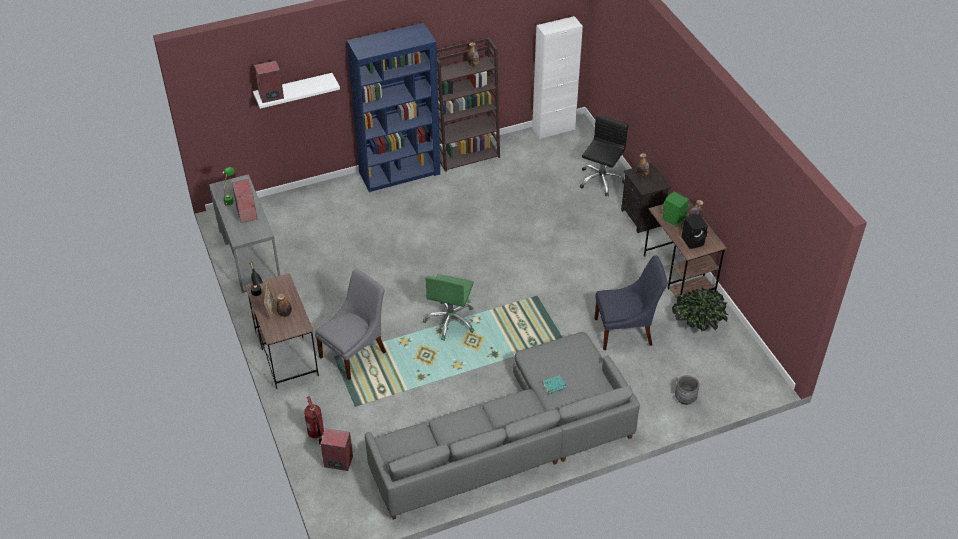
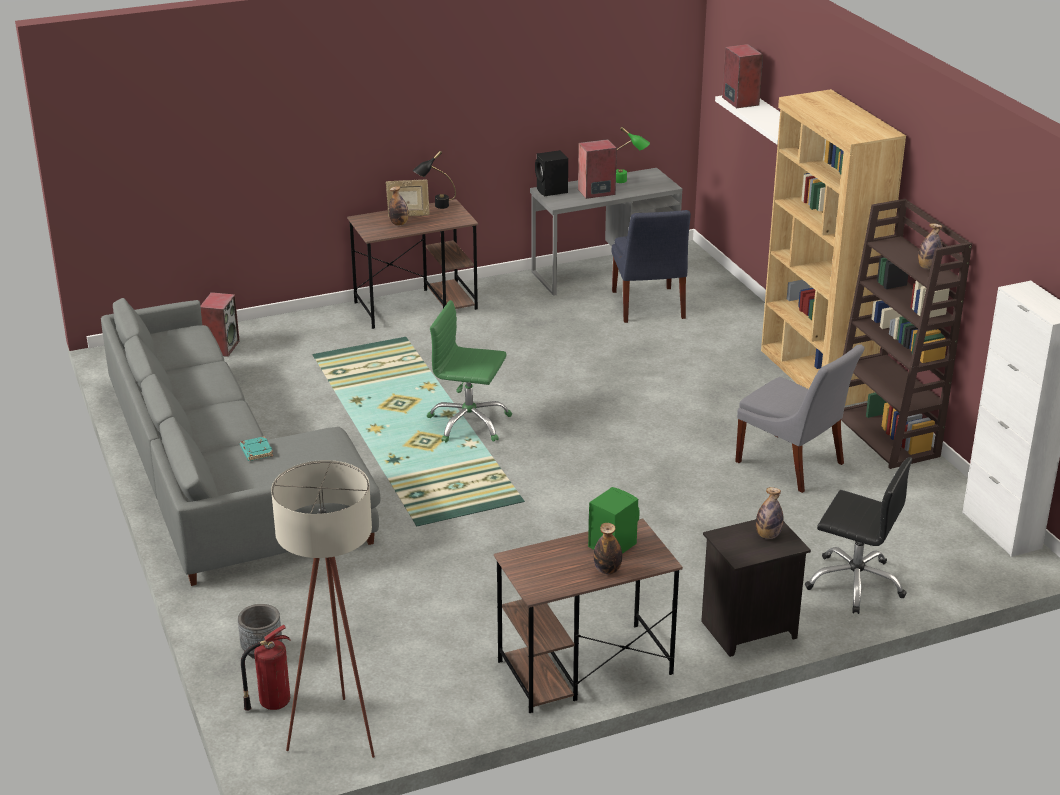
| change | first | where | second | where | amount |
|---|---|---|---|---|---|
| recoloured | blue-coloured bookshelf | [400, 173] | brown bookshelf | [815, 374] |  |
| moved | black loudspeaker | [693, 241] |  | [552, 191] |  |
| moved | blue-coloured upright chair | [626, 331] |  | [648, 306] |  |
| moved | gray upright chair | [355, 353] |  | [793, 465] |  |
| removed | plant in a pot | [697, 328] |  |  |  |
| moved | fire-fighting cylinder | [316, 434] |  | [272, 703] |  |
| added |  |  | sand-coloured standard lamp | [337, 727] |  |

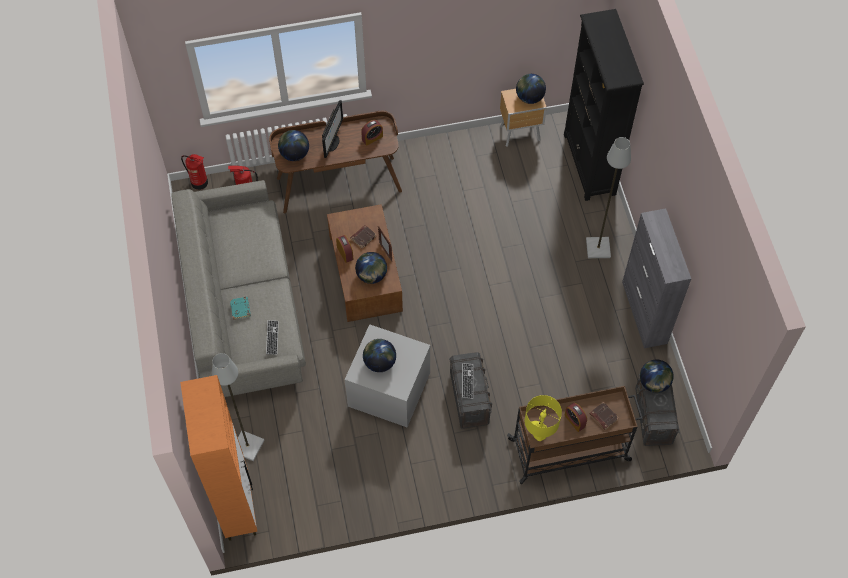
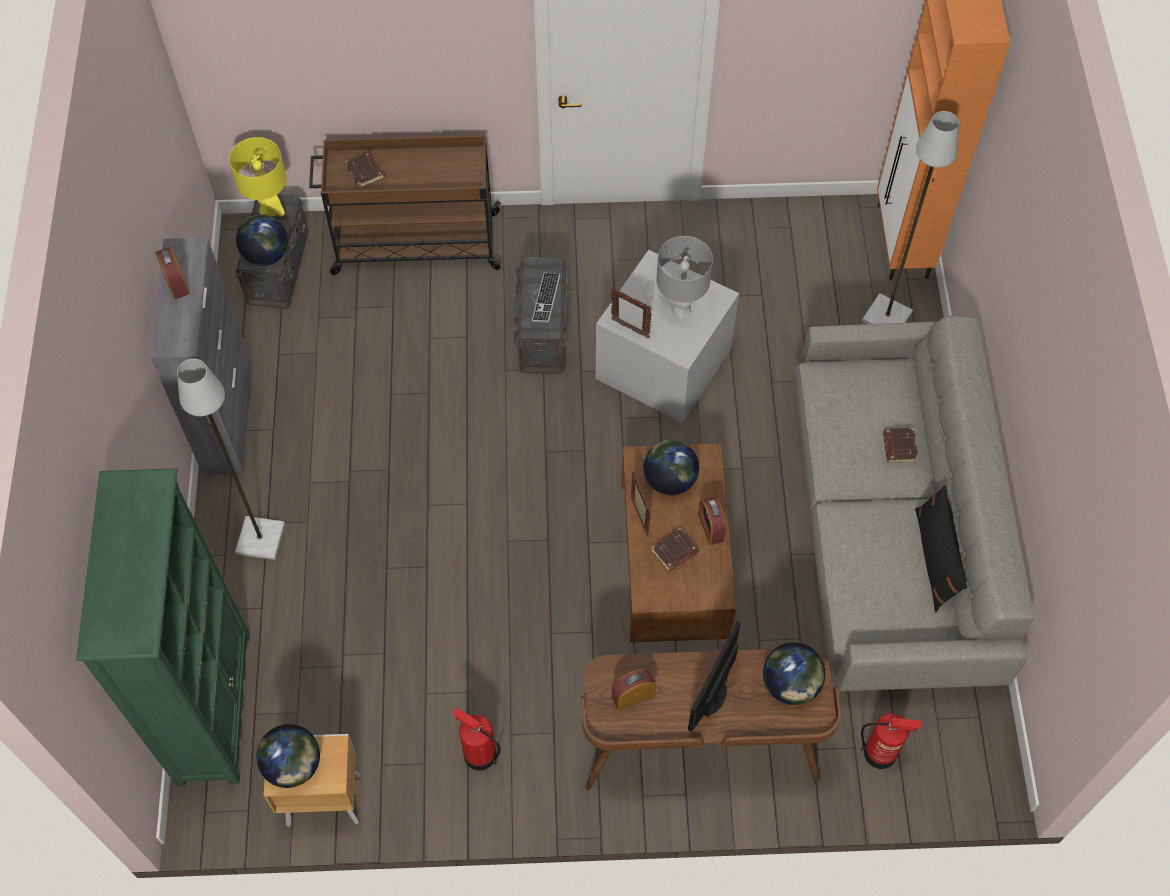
| change | first | where | second | where | amount |
|---|---|---|---|---|---|
| recoloured | black bookshelf | [589, 165] | green bookshelf | [214, 706] |  |
| moved | fire-fighting cylinder | [199, 182] |  | [479, 754] |  |
| recoloured | blue-green bound book | [241, 309] | brown bound book | [898, 446] |  |
| removed | keyboard | [272, 338] |  |  |  |
| replaced | world globe | [379, 362] | gray table lamp | [680, 309] |  |
| moved | yellowish table lamp | [539, 434] |  | [269, 209] |  |
| moved | alarm clock | [574, 421] |  | [176, 282] |  |
| added |  |  | standing frame | [630, 328] |  |
| added |  |  | black cushion | [935, 559] |  |

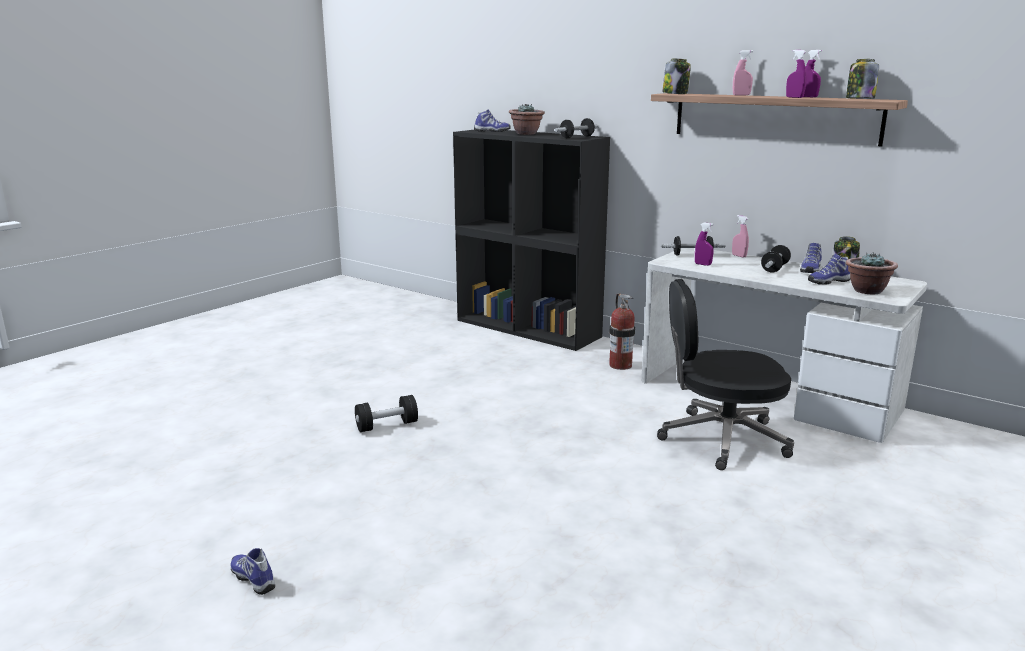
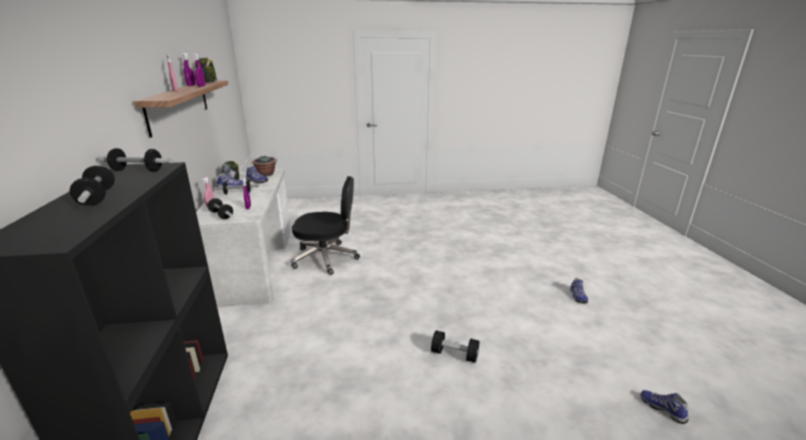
| change | first | where | second | where | amount |
|---|---|---|---|---|---|
| removed | preserve jar | [675, 93] |  |  |  |
| replaced | plant in a pot | [526, 133] | free weight | [97, 197] |  |
| moved | shoe | [492, 131] |  | [663, 409] |  |
| turned | black office chair | [720, 439] |  | [326, 258] | 45 degrees counterclockwise |
| removed | fire-fighting cylinder | [620, 365] |  |  |  |

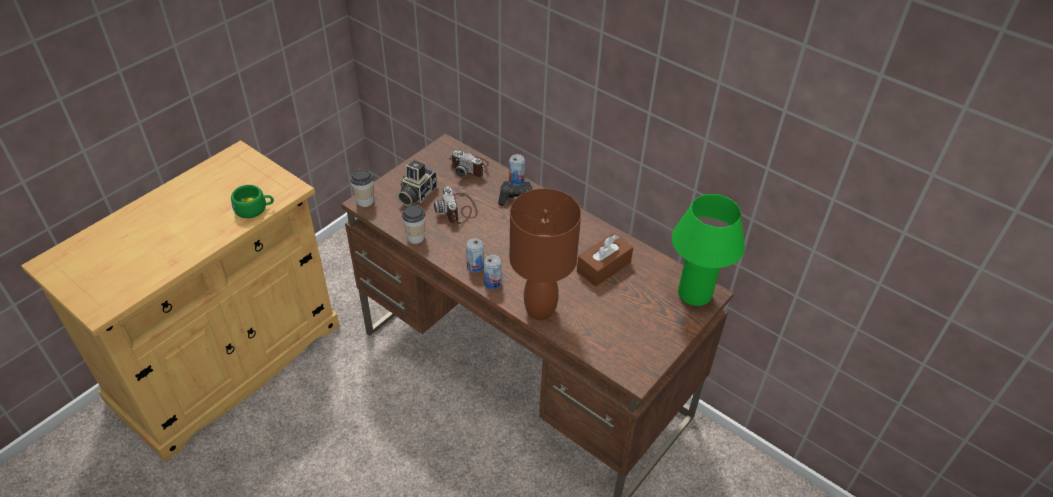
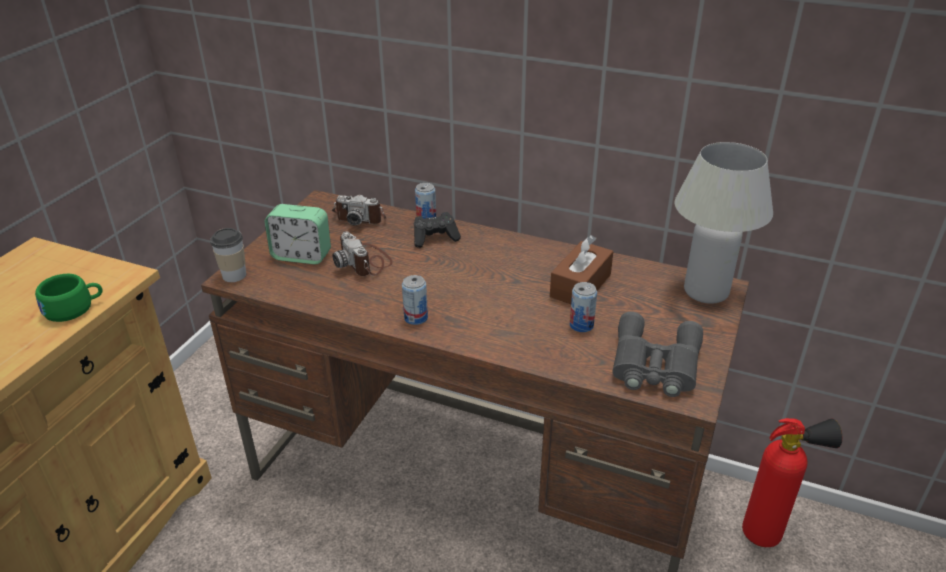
| change | first | where | second | where | amount |
|---|---|---|---|---|---|
| replaced | still camera | [416, 194] | alarm clock | [301, 256] |  |
| removed | brown table lamp | [540, 311] |  |  |  |
| recoloured | green table lamp | [694, 294] | white-coloured table lamp | [706, 292] |  |
| removed | small cup | [415, 237] |  |  |  |
| moved | sealed can | [492, 283] |  | [581, 325] |  |
| added |  |  | gray binoculars | [654, 365] |  |
| added |  |  | fire-fighting cylinder | [769, 534] |  |

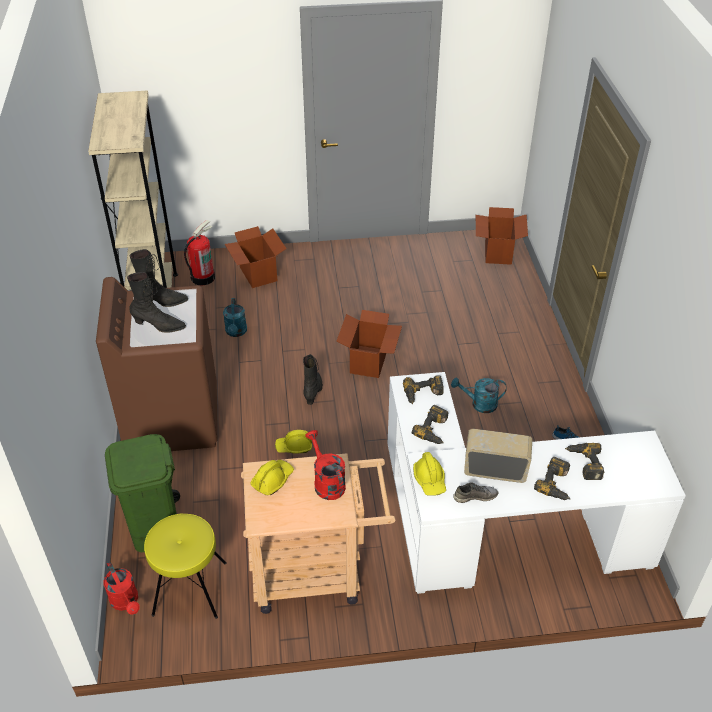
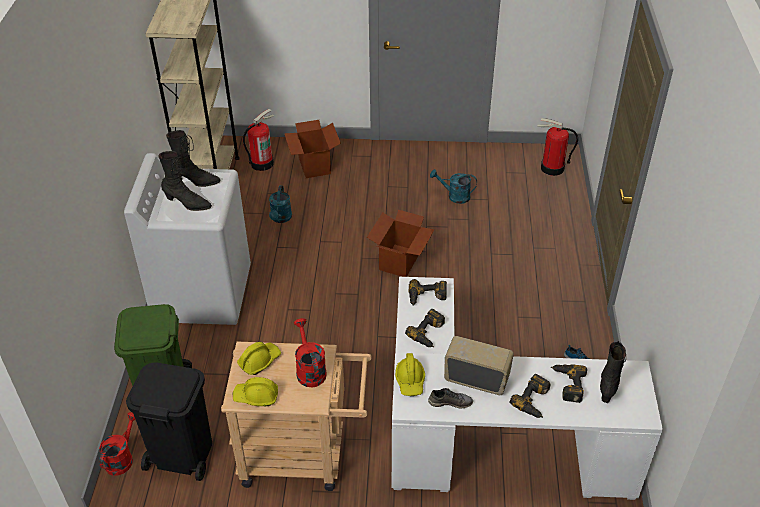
| change | first | where | second | where | amount |
|---|---|---|---|---|---|
| replaced | packing box | [497, 253] | fire-fighting cylinder | [552, 168] |  |
| recoloured | brown laundry machine | [172, 418] | white-coloured laundry machine | [203, 293] |  |
| moved | black boot | [314, 392] |  | [609, 384] |  |
| moved | blue-green watering pot | [479, 404] |  | [454, 196] |  |
| moved | yellowish safety helmet | [294, 447] |  | [256, 396] |  |
| replaced | yellowish stool seat | [189, 589] | black waste bin | [181, 454] |  |
| turned | reddish watering pot | [126, 602] |  | [122, 458] | 135 degrees counterclockwise |

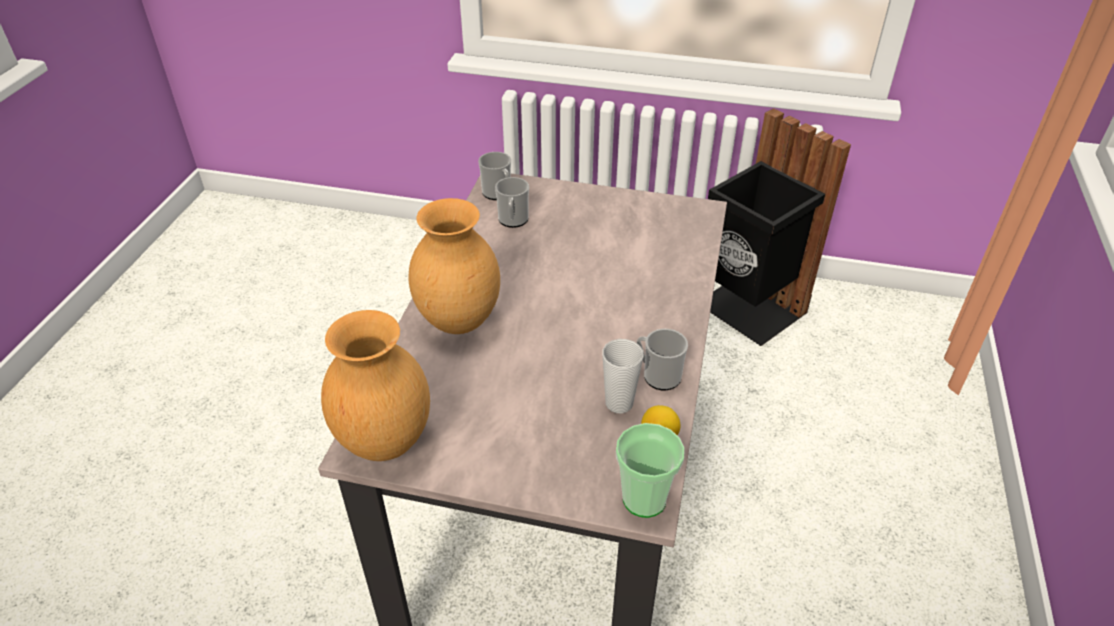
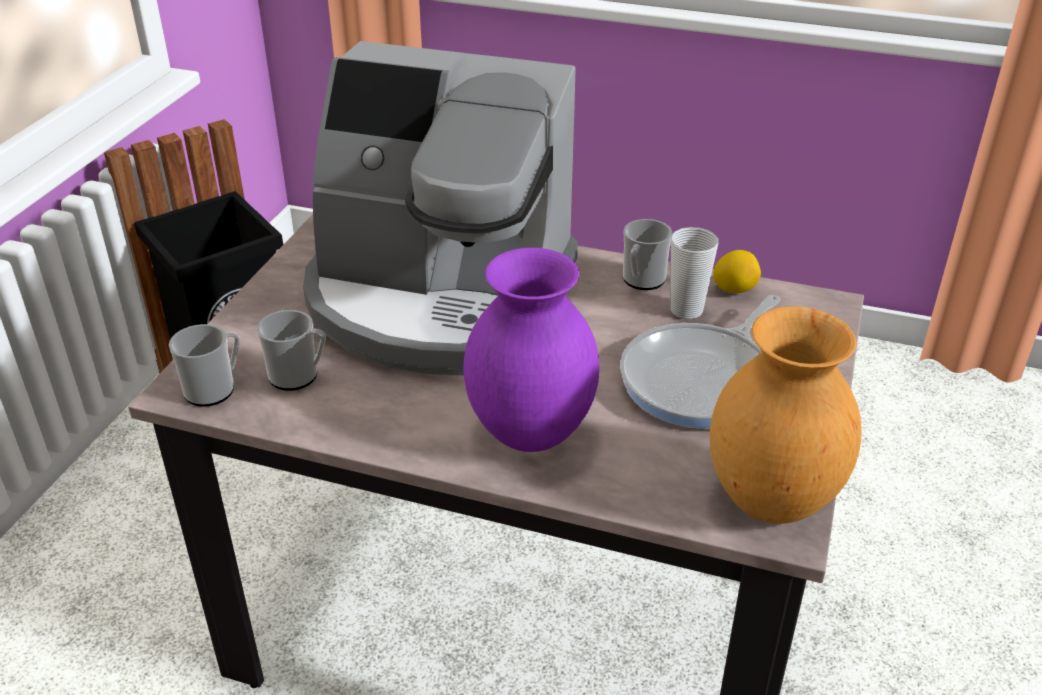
| change | first | where | second | where | amount |
|---|---|---|---|---|---|
| recoloured | brown flower vase | [460, 322] | purple-coloured flower vase | [532, 432] |  |
| removed | small cup | [644, 499] |  |  |  |
| added |  |  | coffee machine | [439, 299] |  |
| added |  |  | frying pan | [702, 380] |  |

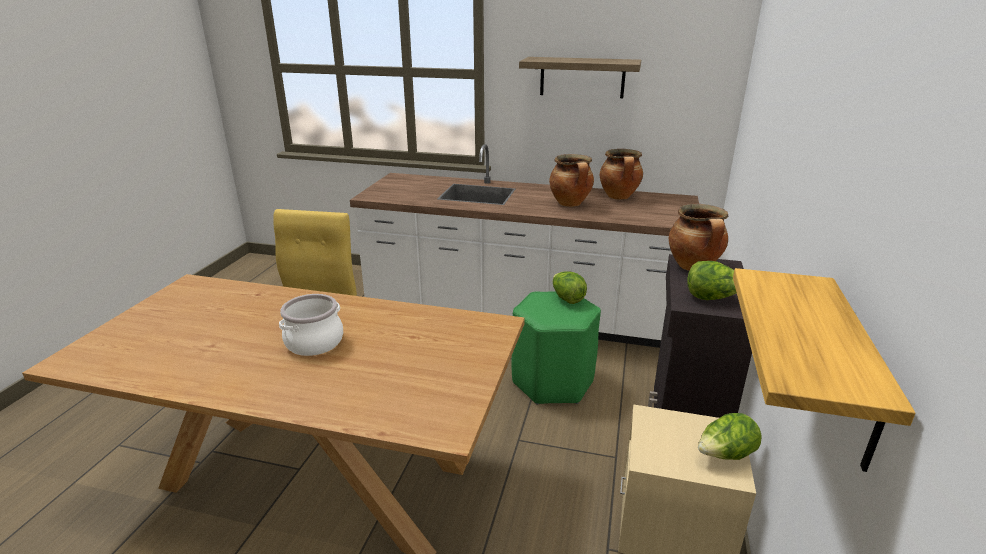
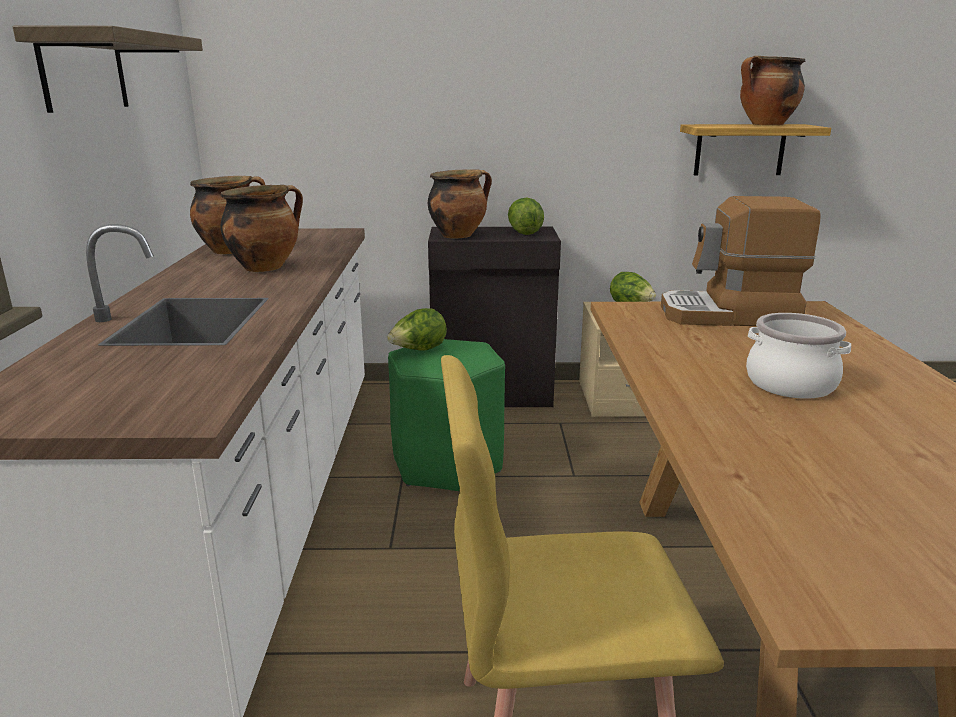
| change | first | where | second | where | amount |
|---|---|---|---|---|---|
| added |  |  | saucepot | [766, 125] |  |
| added |  |  | coffee machine | [729, 315] |  |

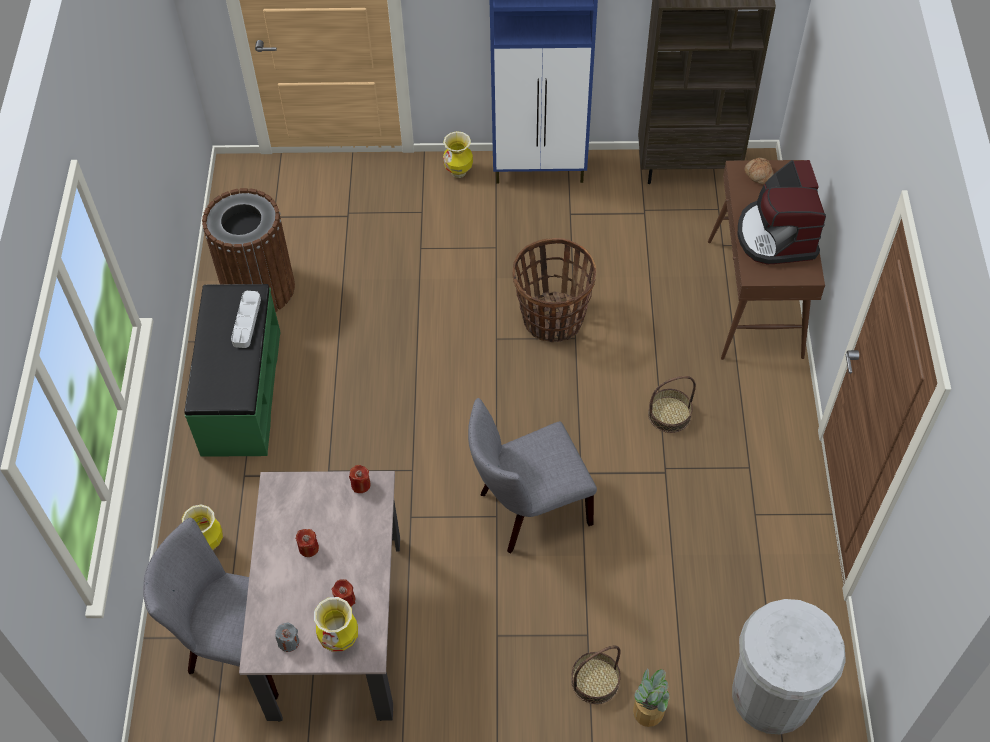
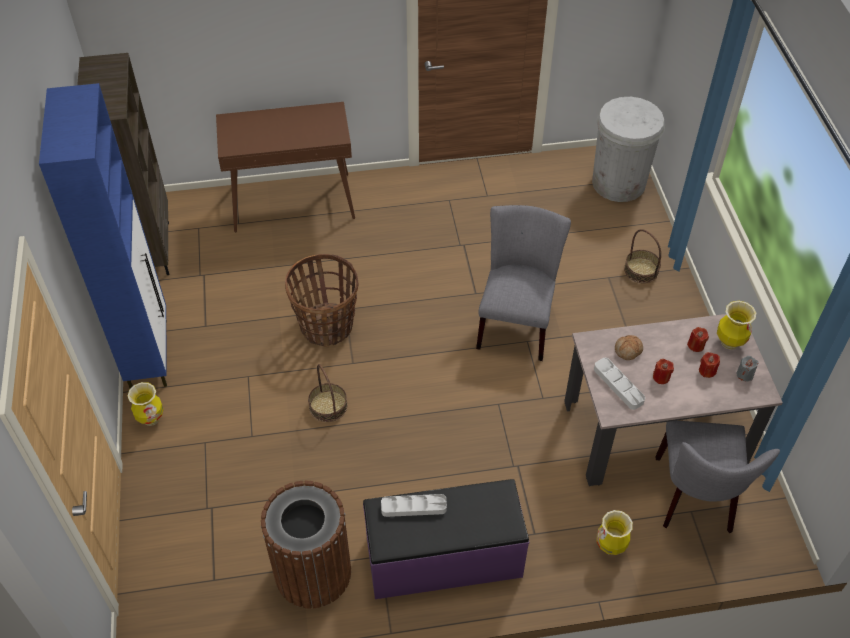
| change | first | where | second | where | amount |
|---|---|---|---|---|---|
| moved | baked bread | [758, 174] |  | [628, 350] |  |
| removed | coffee machine | [776, 235] |  |  |  |
| recoloured | green indoor bench | [240, 392] | purple-coloured indoor bench | [444, 559] |  |
| moved | storage basket | [669, 414] |  | [328, 406] |  |
| turned | gray upright chair | [528, 510] |  | [516, 322] | 135 degrees counterclockwise |
| moved | reddish wax light | [361, 485] |  | [707, 371] |  |
| removed | plant in a pot | [649, 709] |  |  |  |
| added |  |  | gray carrying tray | [618, 385] |  |

